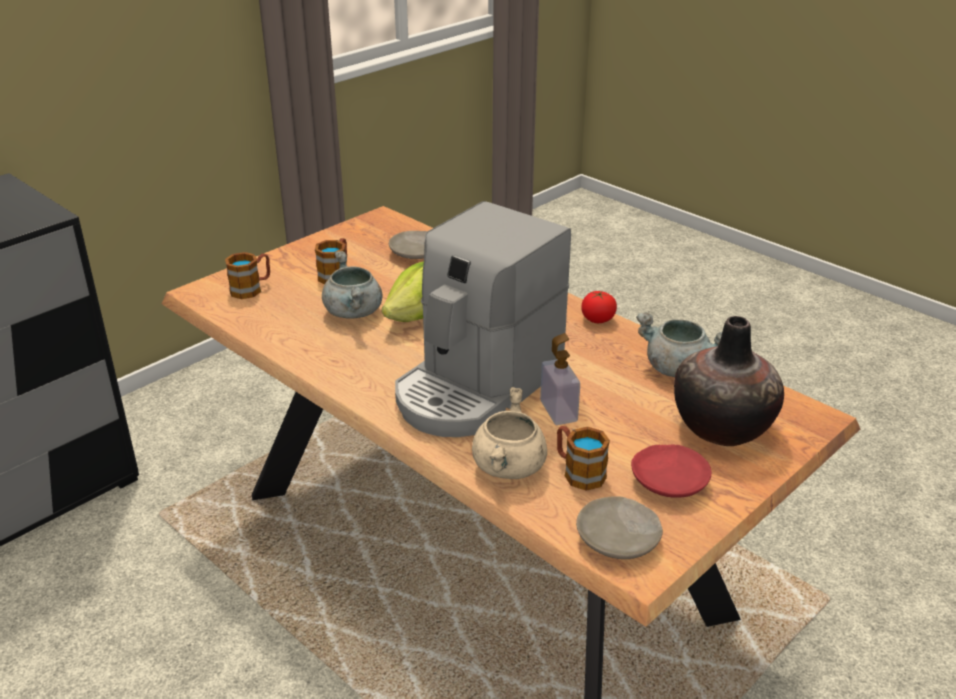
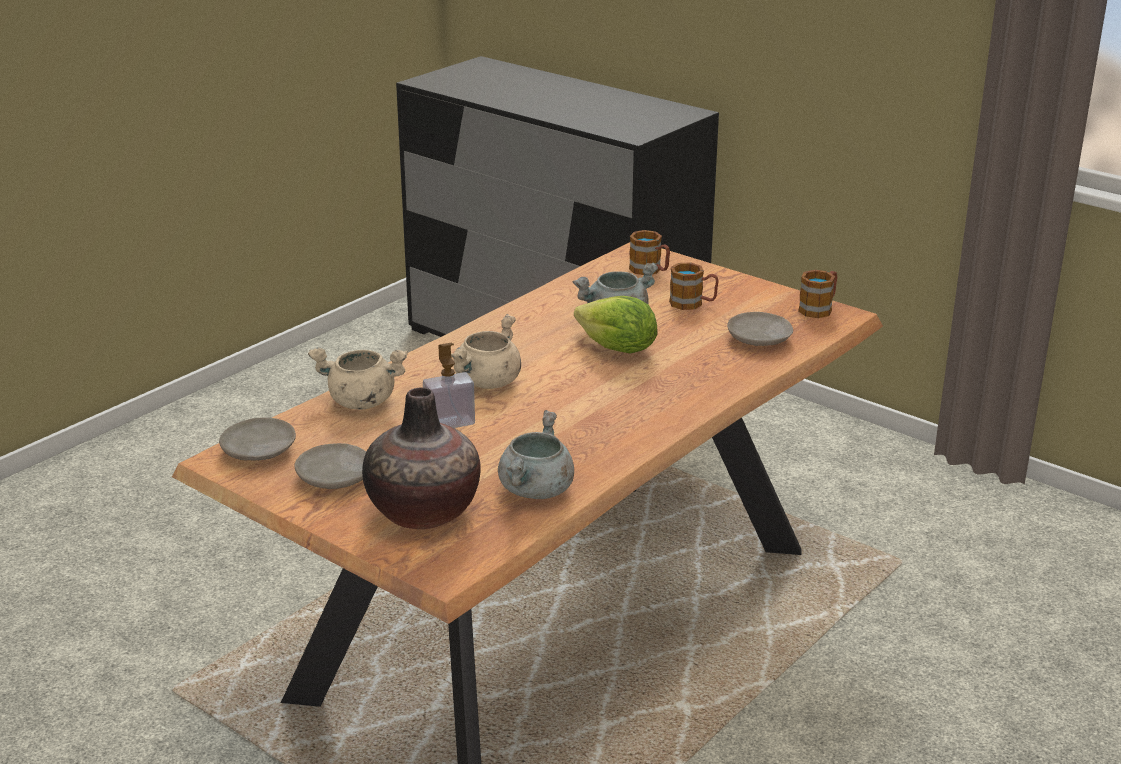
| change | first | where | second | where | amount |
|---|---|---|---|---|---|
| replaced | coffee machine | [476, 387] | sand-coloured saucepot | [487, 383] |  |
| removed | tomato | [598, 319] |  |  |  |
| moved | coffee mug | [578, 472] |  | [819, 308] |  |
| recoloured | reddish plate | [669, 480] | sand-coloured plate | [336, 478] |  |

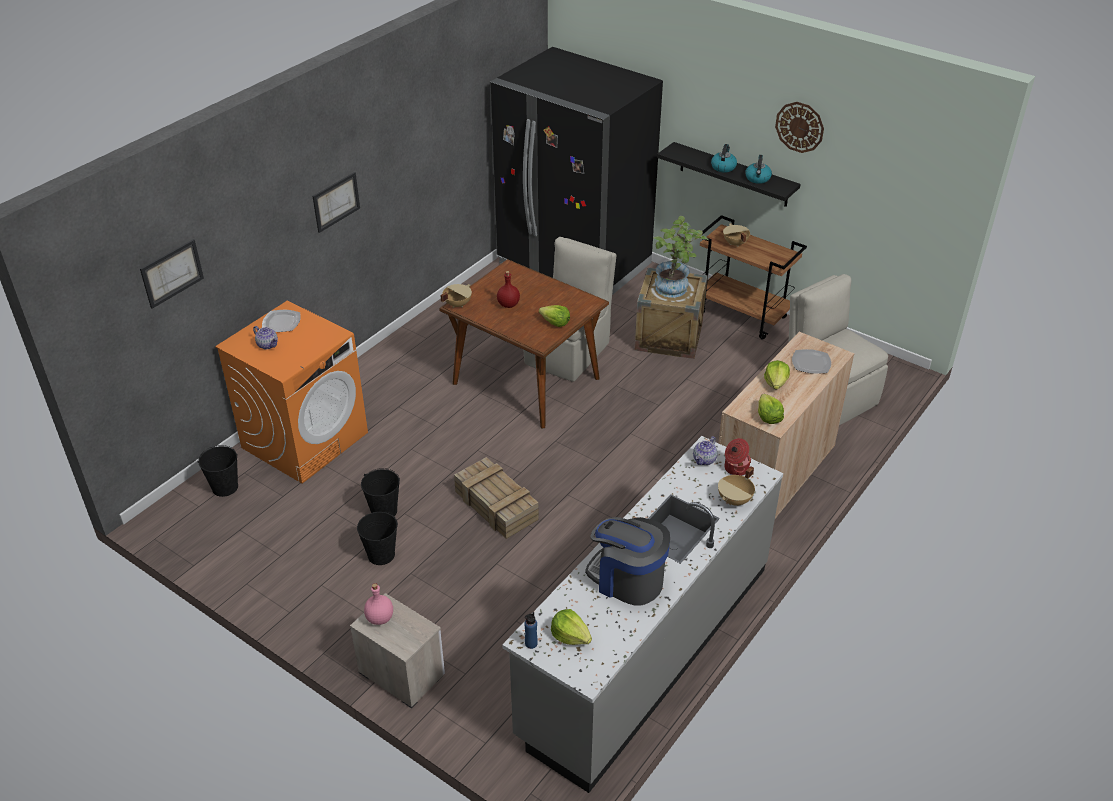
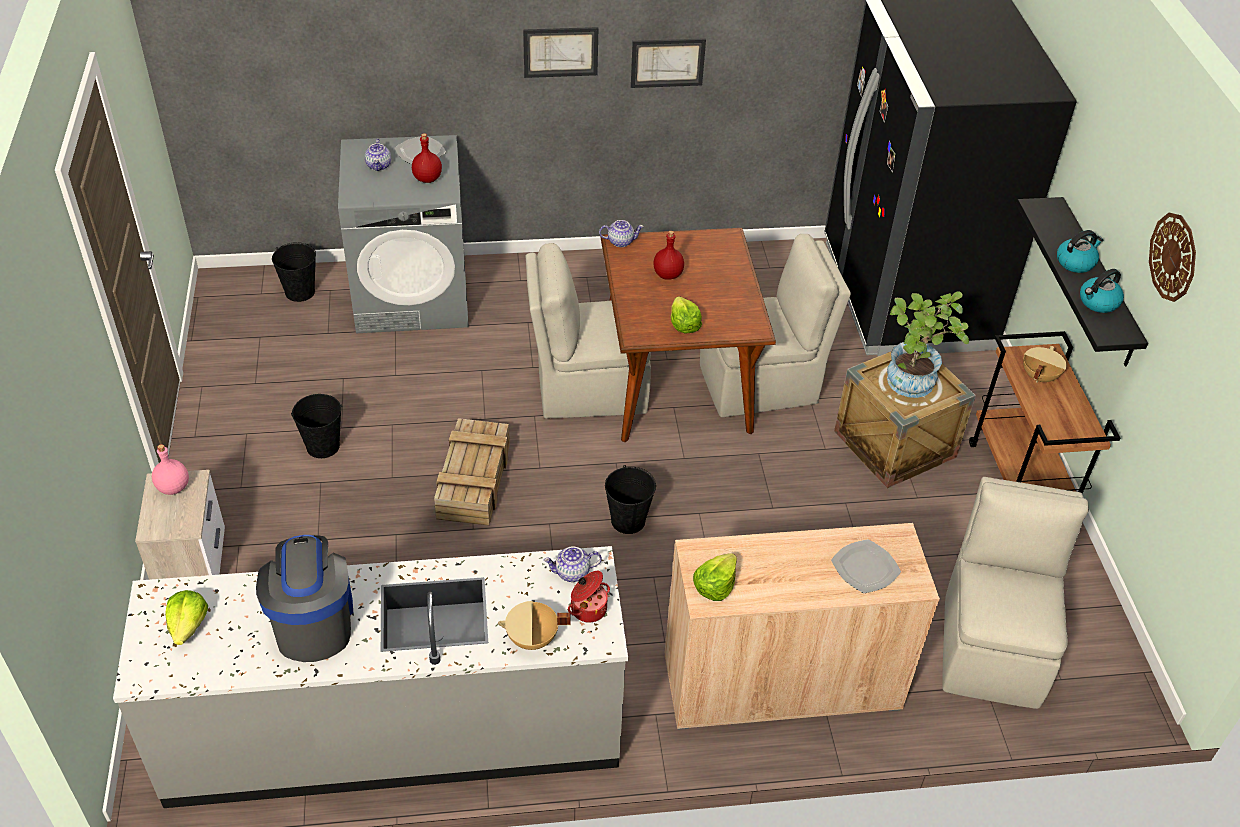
| change | first | where | second | where | amount |
|---|---|---|---|---|---|
| moved | picture | [172, 273] |  | [667, 62] |  |
| replaced | sand-coloured saucepot | [457, 304] | teapot | [621, 241] |  |
| recoloured | orange laundry machine | [305, 440] | gray laundry machine | [413, 296] |  |
| removed | lettuce | [776, 383] |  |  |  |
| moved | black bucket | [384, 511] |  | [627, 520] |  |
| removed | blue-coloured drink bottle | [531, 643] |  |  |  |
| added |  |  | reddish drink bottle | [428, 178] |  |
| added |  |  | sand-coloured upright chair | [588, 388] |  |

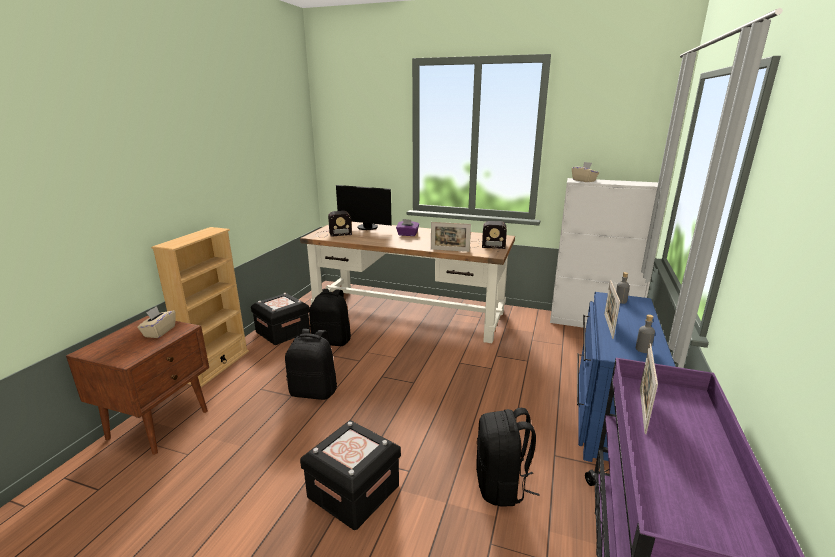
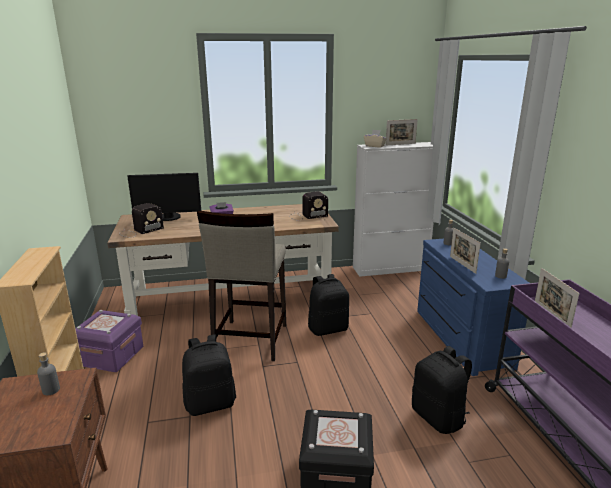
| change | first | where | second | where | amount |
|---|---|---|---|---|---|
| moved | standing frame | [450, 250] |  | [400, 144] |  |
| moved | black backpack | [332, 341] |  | [328, 329] |  |
| recoloured | black storage bin | [283, 332] | purple-coloured storage bin | [110, 355] |  |
| replaced | sand-coloured tissue holder | [159, 332] | gray drink bottle | [51, 390] |  |
| added |  |  | sand-coloured stool seat | [250, 340] |  |

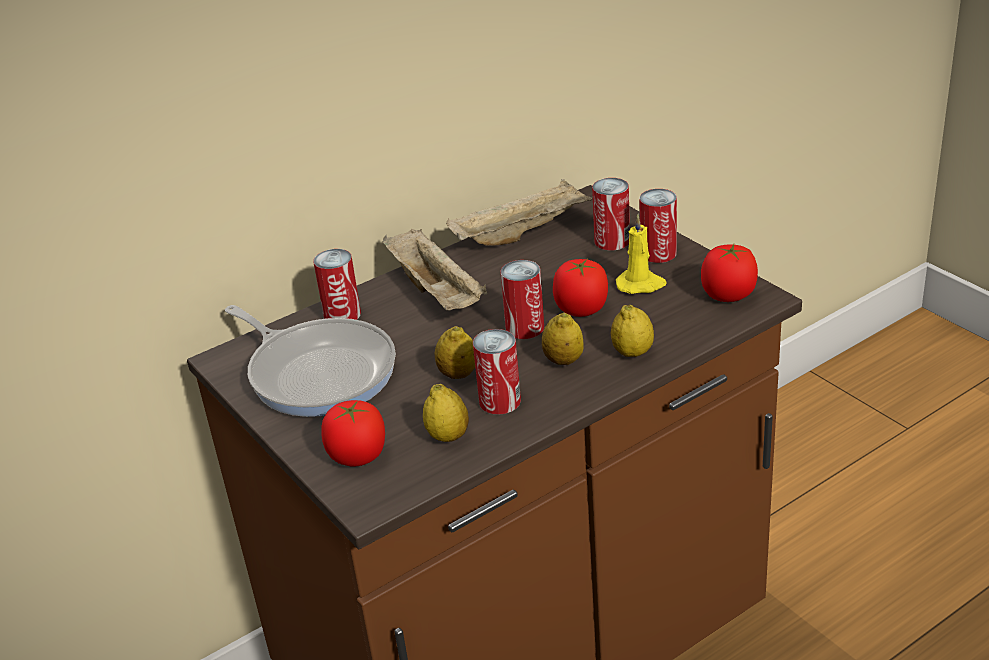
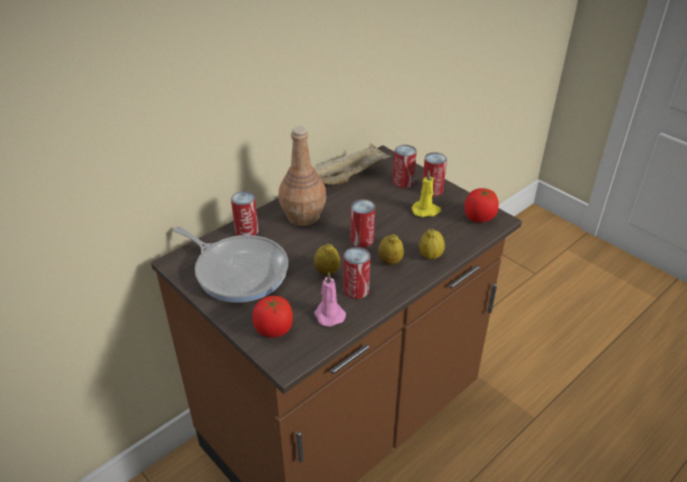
| change | first | where | second | where | amount |
|---|---|---|---|---|---|
| replaced | sand-coloured carrying tray | [437, 292] | brown drink bottle | [303, 216] |  |
| removed | tomato | [581, 310] |  |  |  |
| replaced | whole lemon | [448, 436] | pinkish wax light | [328, 314] |  |

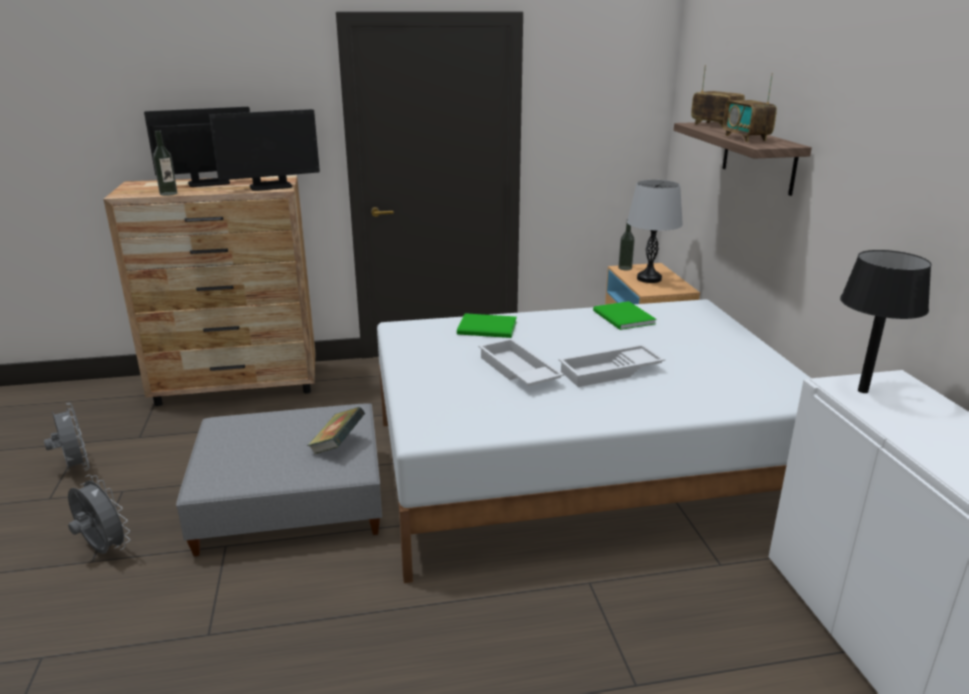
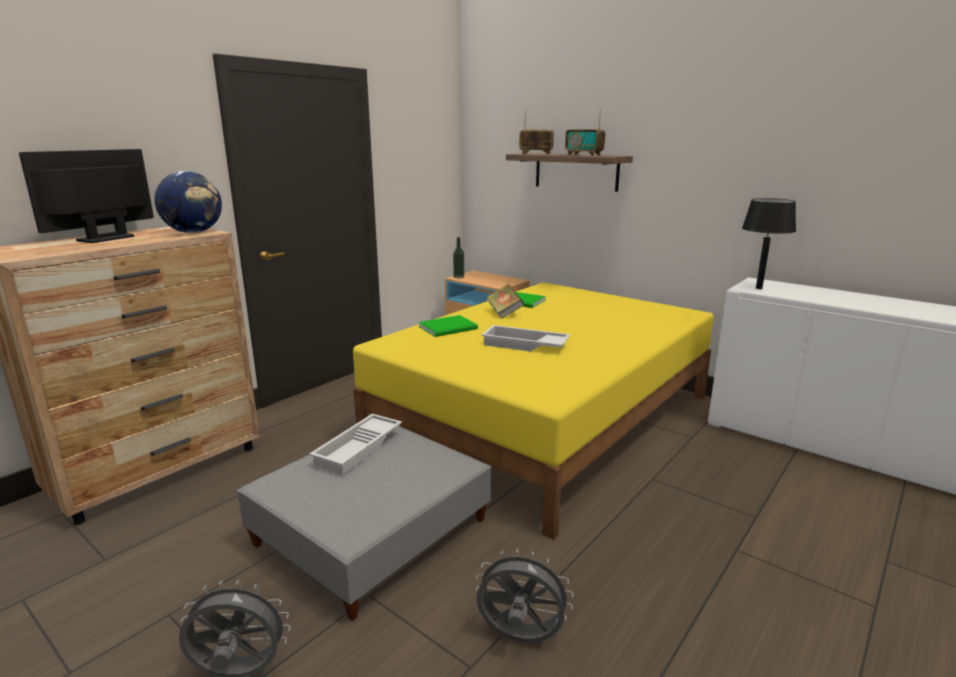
| change | first | where | second | where | amount |
|---|---|---|---|---|---|
| replaced | computer screen | [271, 186] | world globe | [194, 232] |  |
| removed | drink bottle | [168, 193] |  |  |  |
| removed | gray table lamp | [649, 279] |  |  |  |
| recoloured | white-coloured bedroom bed | [580, 468] | yellowish bedroom bed | [545, 419] |  |
| moved | white-coloured carrying tray | [610, 372] |  | [359, 449] |  |
| moved | gray cooling fan | [75, 468] |  | [519, 638] |  |
| moved | bound book | [338, 445] |  | [504, 313] |  |

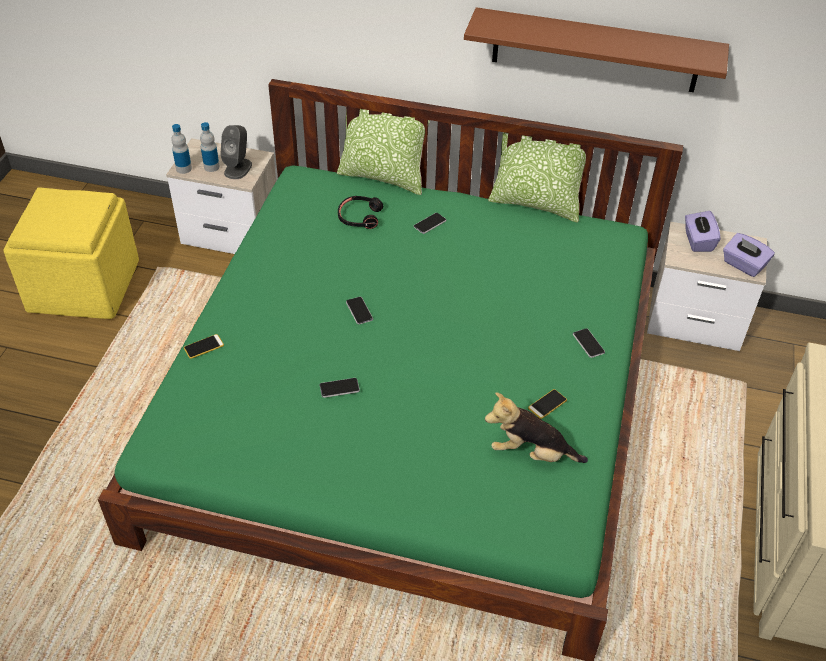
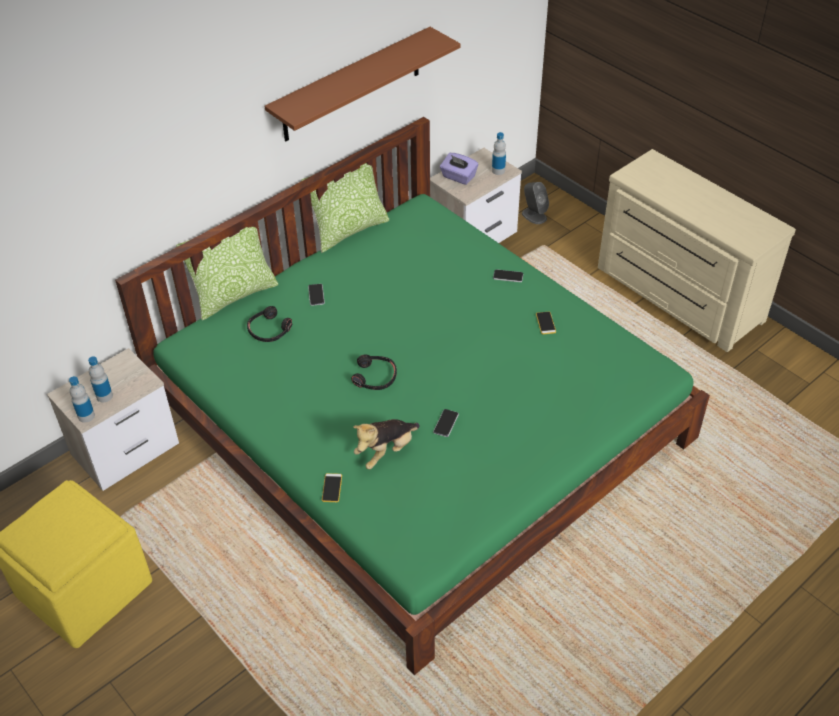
| change | first | where | second | where | amount |
|---|---|---|---|---|---|
| moved | gray loudspeaker | [238, 168] |  | [534, 215] |  |
| replaced | purple-coloured tissue holder | [743, 265] | drink bottle | [498, 170] |  |
| replaced | phone | [359, 311] | black pair of headphones | [375, 377] |  |
| moved | cuddly toy | [531, 453] |  | [386, 451] |  |

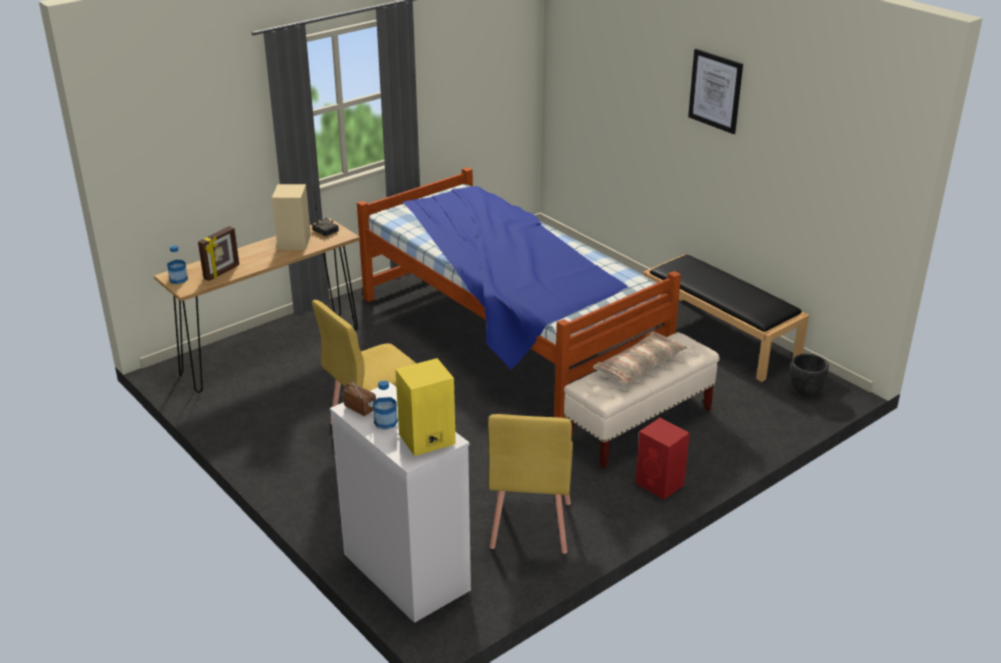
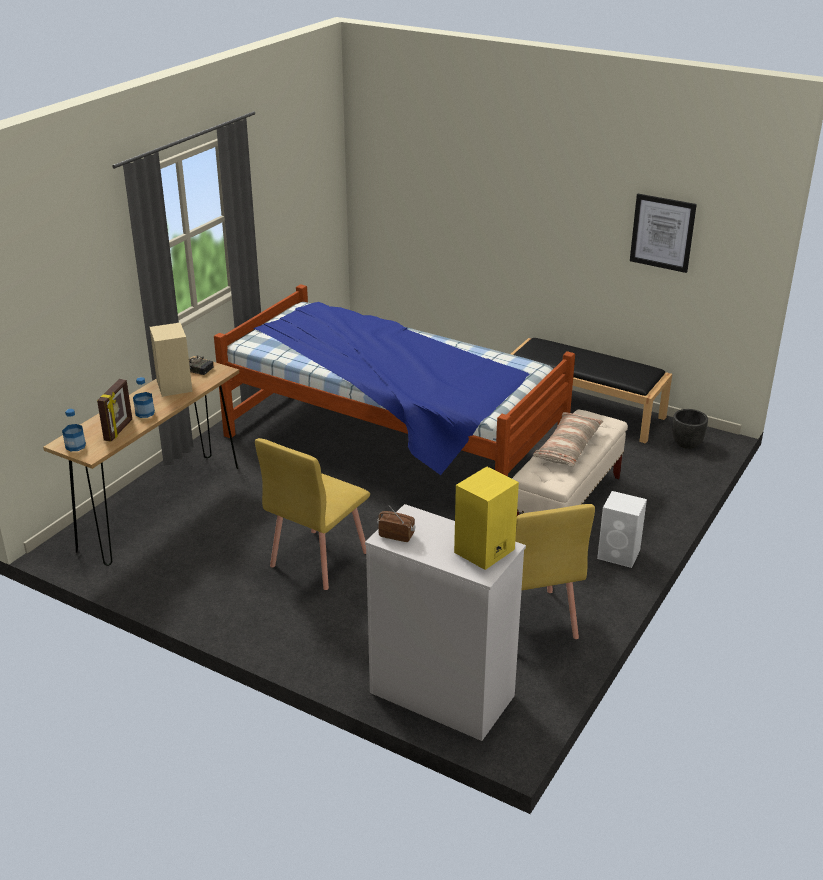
| change | first | where | second | where | amount |
|---|---|---|---|---|---|
| moved | picture | [715, 91] |  | [662, 232] |  |
| moved | drink bottle | [385, 422] |  | [145, 413] |  |
| recoloured | reddish loudspeaker | [660, 484] | white-coloured loudspeaker | [619, 554] |  |

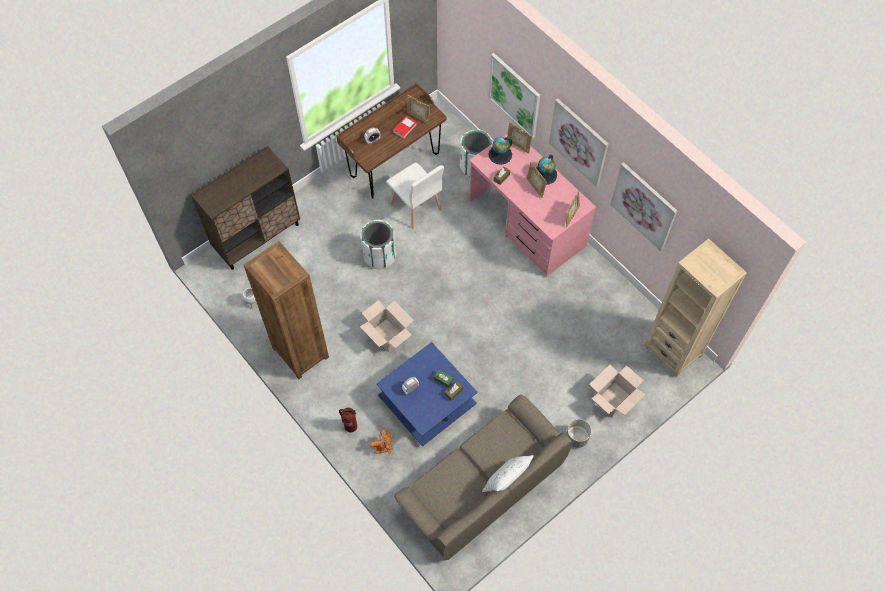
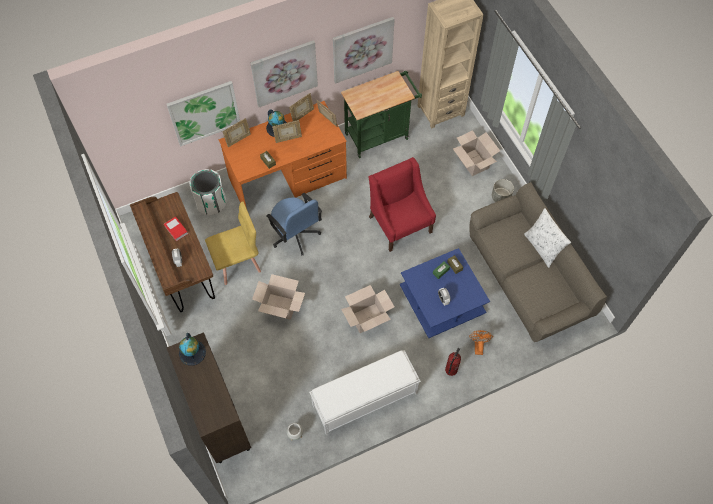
| change | first | where | second | where | amount |
|---|---|---|---|---|---|
| moved | standing frame | [418, 117] |  | [302, 115] |  |
| recoloured | pinkish desk | [526, 223] | orange desk | [288, 178] |  |
| moved | world globe | [500, 154] |  | [192, 352] |  |
| recoloured | white-coloured upright chair | [415, 207] | yellowish upright chair | [237, 263] |  |
| replaced | white-coloured waste bin | [379, 255] | packing box | [280, 306] |  |
| replaced | brown bookshelf | [300, 352] | white-coloured indoor bench | [364, 400] |  |
| added |  |  | green cart | [380, 134] |  |
| added |  |  | reddish armchair | [400, 223] |  |
| added |  |  | blue-coloured office chair | [295, 235] |  |

